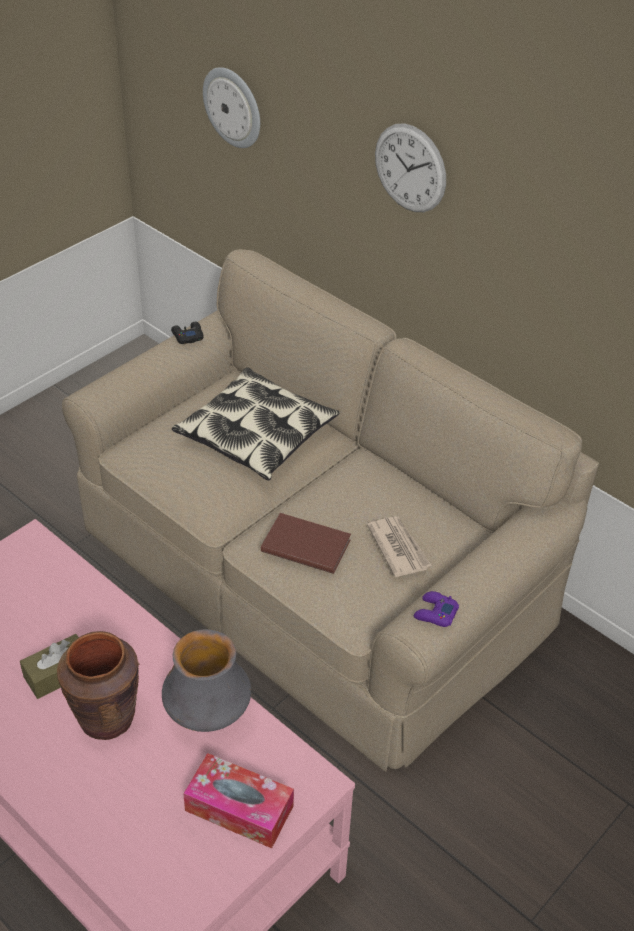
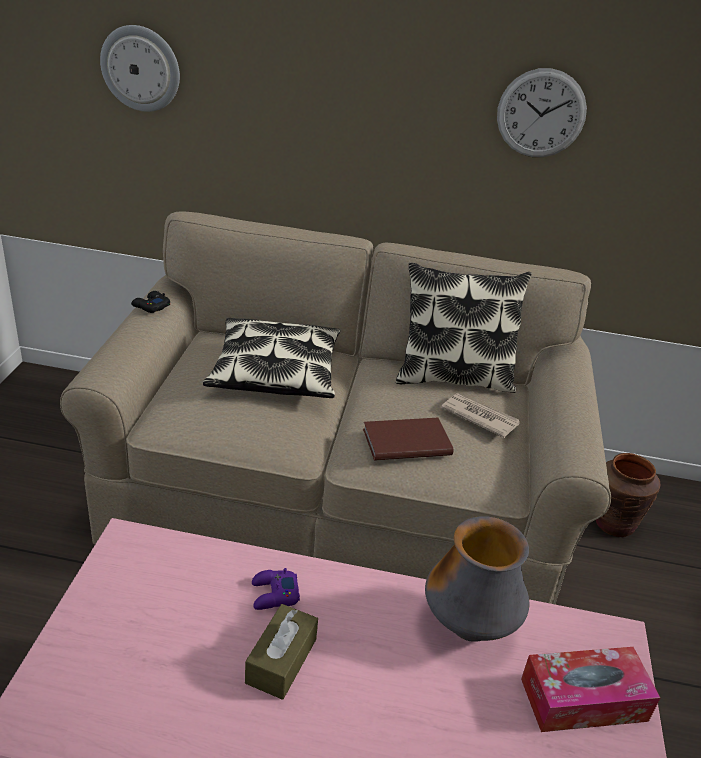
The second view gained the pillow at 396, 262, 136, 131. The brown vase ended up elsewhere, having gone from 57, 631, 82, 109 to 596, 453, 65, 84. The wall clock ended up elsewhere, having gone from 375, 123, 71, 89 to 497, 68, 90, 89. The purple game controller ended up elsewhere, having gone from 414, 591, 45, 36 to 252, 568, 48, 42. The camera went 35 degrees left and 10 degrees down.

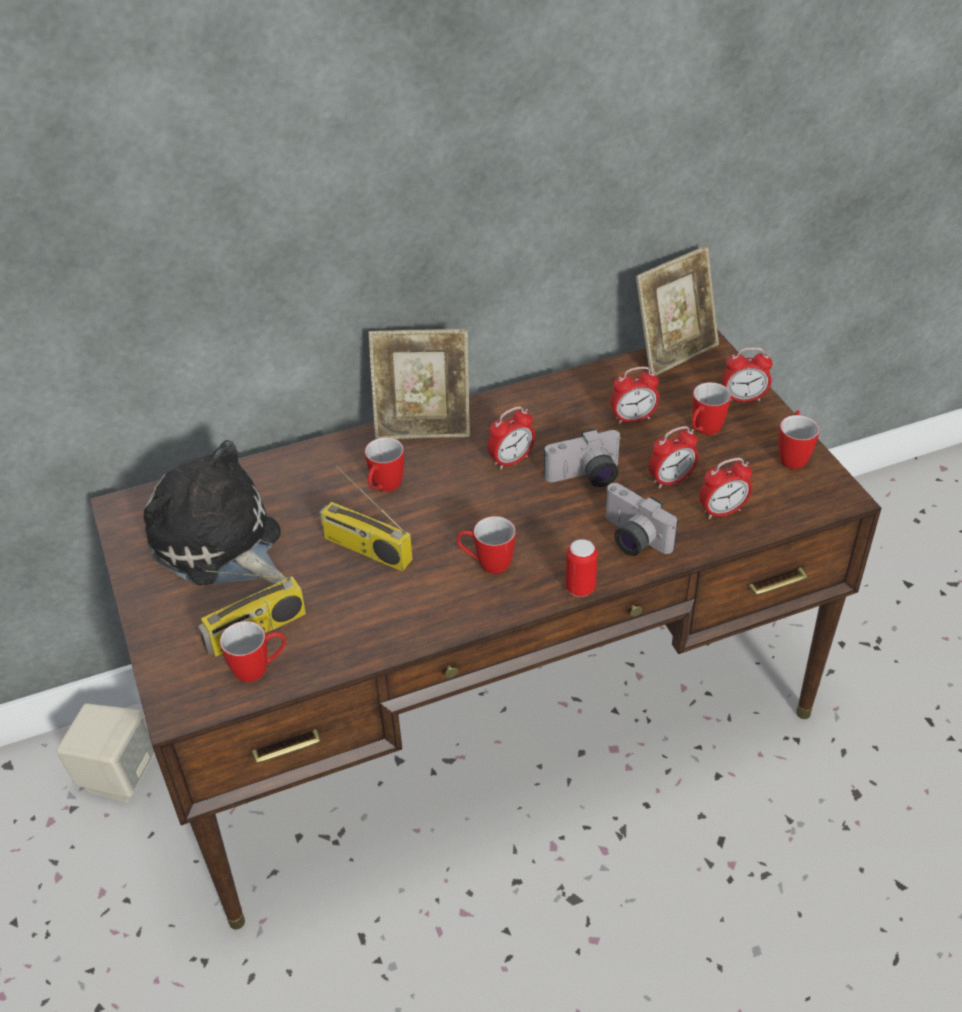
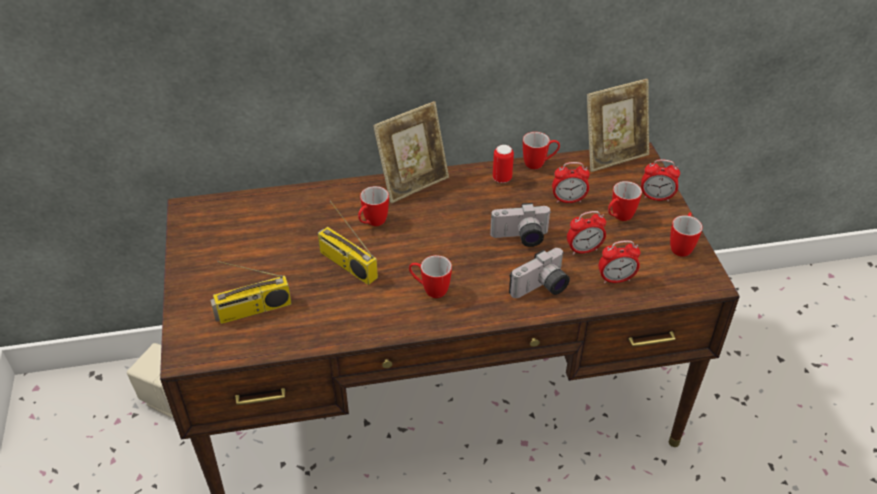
The second view lost the plush toy at 144, 440, 141, 146. The second view lost the alarm clock at 488, 406, 47, 64. The mug ended up elsewhere, having gone from 220, 621, 66, 61 to 523, 132, 37, 37. The can ended up elsewhere, having gone from 565, 539, 33, 58 to 493, 145, 21, 38. The picture frame at 369, 329, 101, 110 ended up facing another way, 45 degrees counterclockwise from before. The photo camera at 605, 483, 73, 73 ended up facing another way, 90 degrees counterclockwise from before. The camera went 10 degrees right and 0 degrees up.

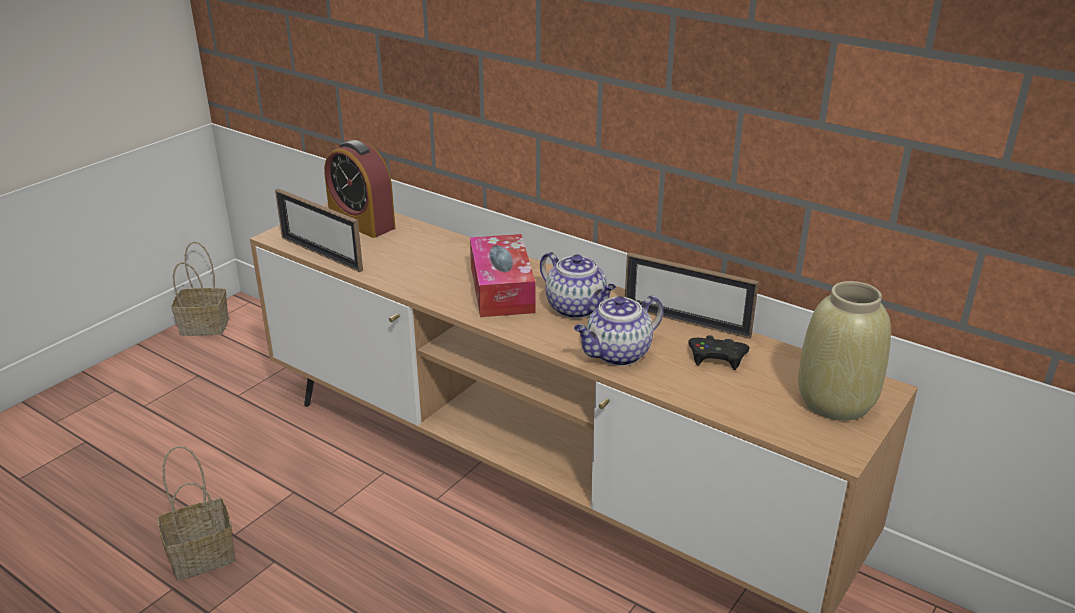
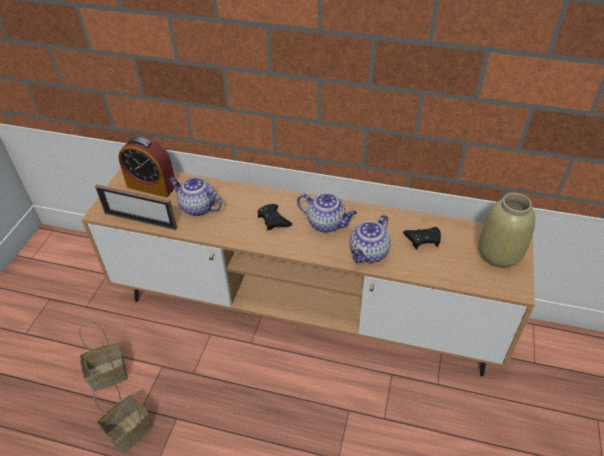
The second view lost the picture frame at 625, 253, 134, 86. The second view gained the teapot at 169, 177, 53, 39. The basket ended up elsewhere, having gone from 171, 242, 58, 94 to 79, 321, 49, 70. Where the tissue box stood at 470, 234, 66, 83, the black game controller came to stand at 257, 204, 35, 26. The camera went 20 degrees left and 15 degrees up.

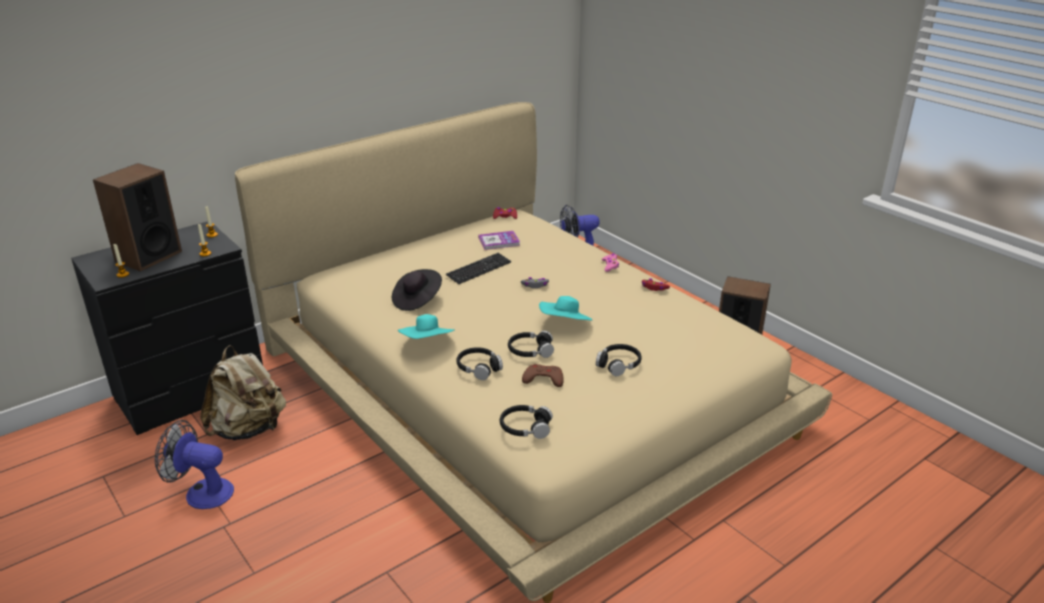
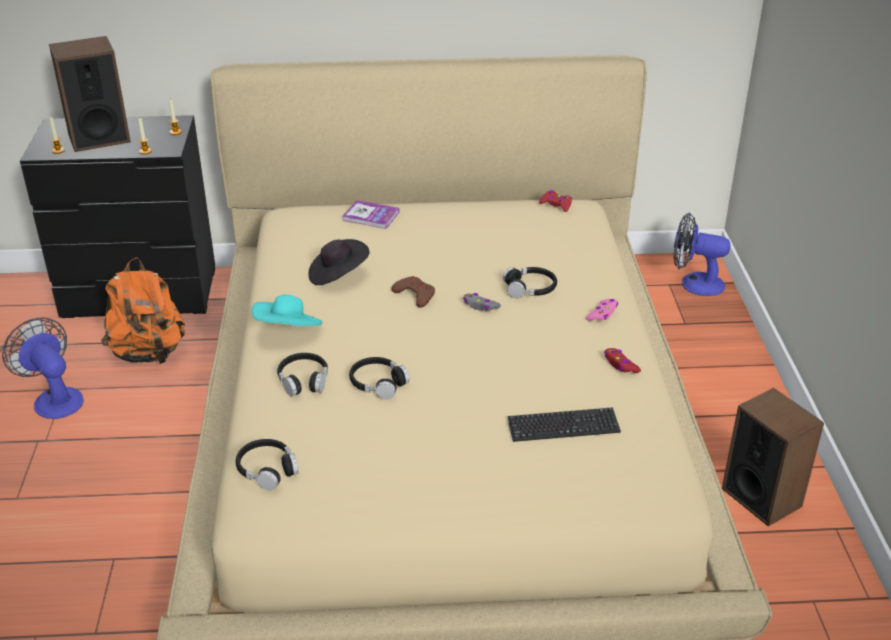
The second view lost the turquoise hat at 539, 296, 54, 25. The keyboard ended up elsewhere, having gone from 446, 253, 65, 31 to 507, 407, 114, 35. The book ended up elsewhere, having gone from 478, 231, 42, 19 to 342, 200, 58, 29. The brown game controller ended up elsewhere, having gone from 522, 364, 42, 23 to 391, 276, 44, 32. The black headphones ended up elsewhere, having gone from 596, 344, 46, 32 to 503, 267, 54, 31. What was the beige backpack at 200, 346, 86, 94 turned into the orange backpack at 101, 258, 84, 106. The camera went 35 degrees right and 5 degrees up.

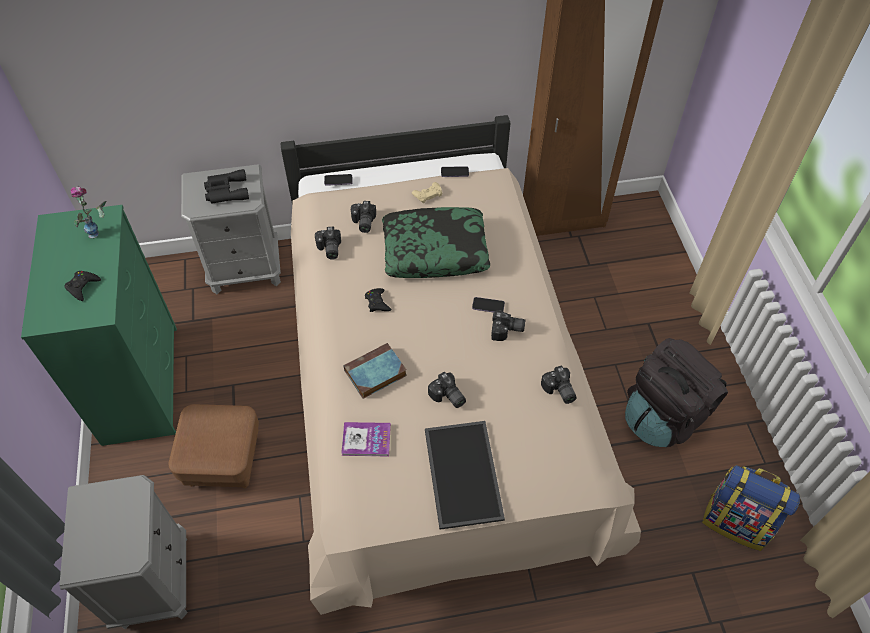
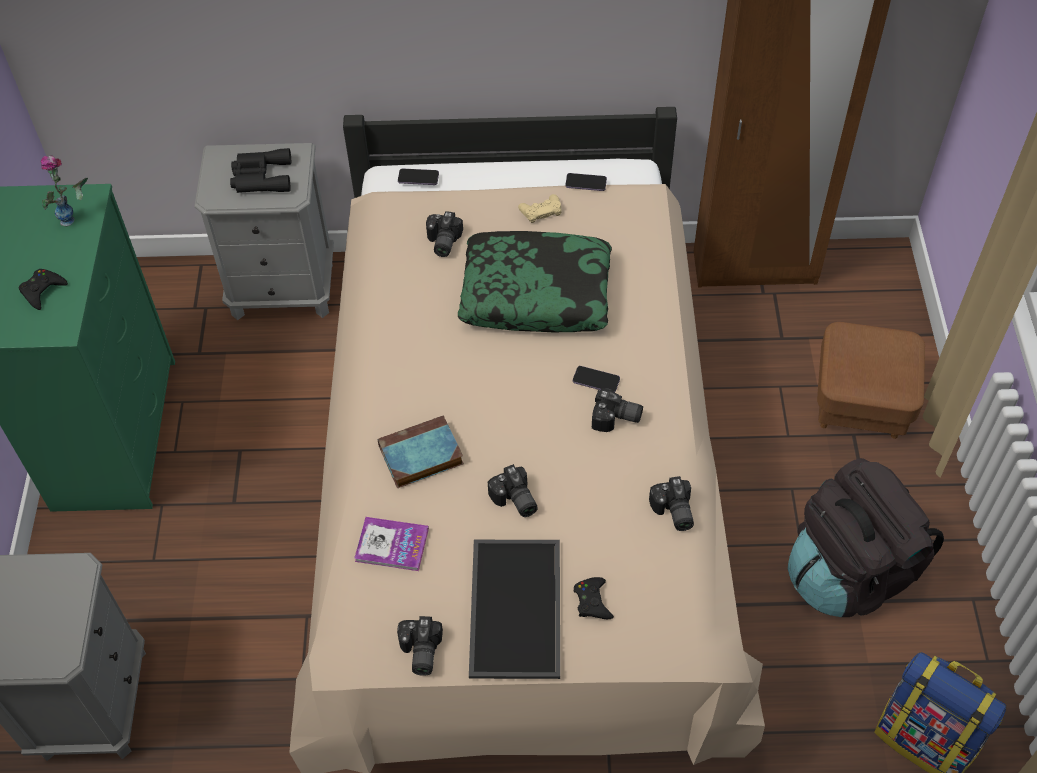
The brown ottoman ended up elsewhere, having gone from 169, 404, 90, 84 to 817, 322, 108, 117. The photo camera ended up elsewhere, having gone from 315, 227, 26, 33 to 397, 616, 46, 60. The black game controller ended up elsewhere, having gone from 365, 288, 27, 24 to 574, 577, 40, 42. The camera went 10 degrees right and 0 degrees up.

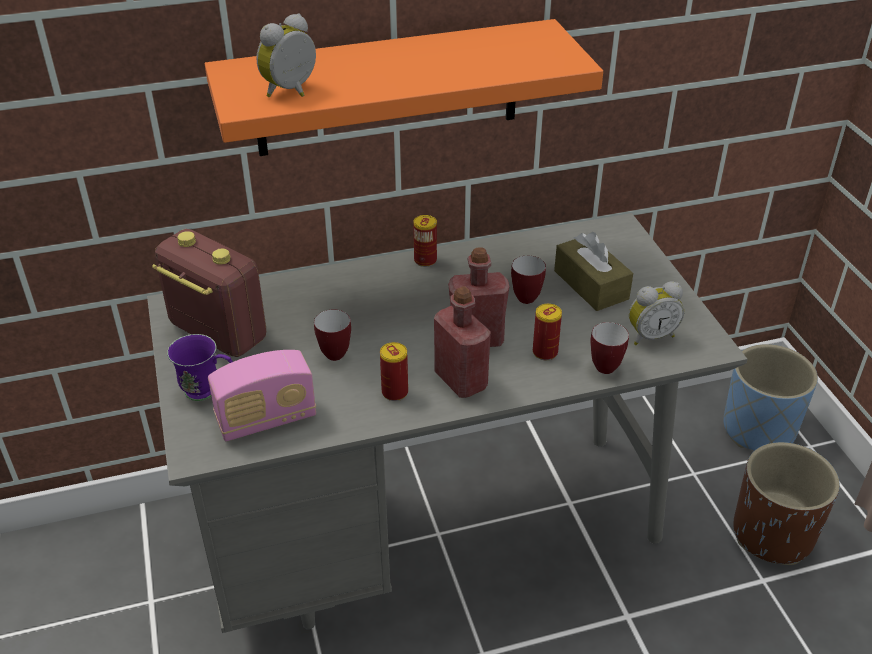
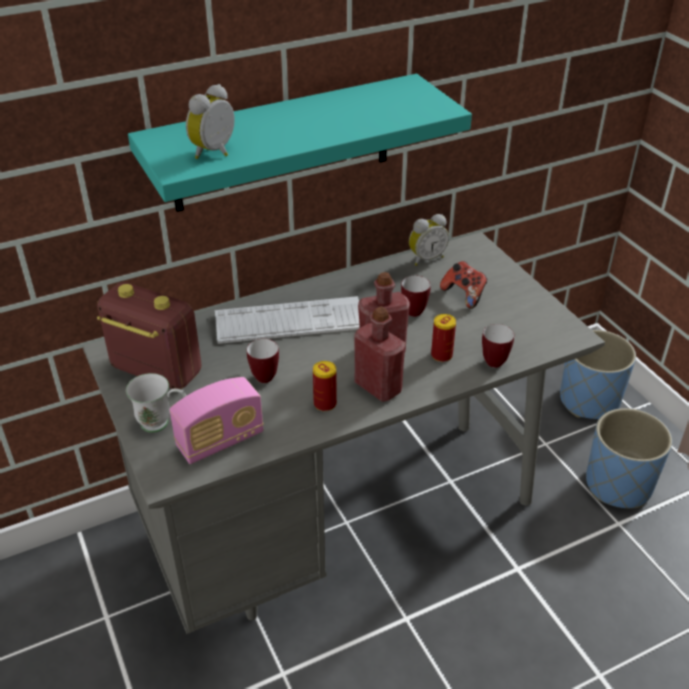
The second view lost the can at 413, 215, 24, 52. The second view gained the keyboard at 215, 296, 145, 48. The alarm clock ended up elsewhere, having gone from 629, 282, 55, 63 to 409, 214, 40, 52. Where the brown tissue box stood at 554, 232, 79, 79, the game controller came to stand at 440, 261, 48, 48. What was the purple mug at 167, 334, 66, 67 turned into the white mug at 126, 373, 60, 60. What was the orange shelf at 205, 19, 398, 137 turned into the turquoise shelf at 128, 74, 344, 138. What was the brown planter at 733, 442, 107, 123 turned into the blue planter at 586, 408, 86, 100. The camera went 10 degrees left and 0 degrees up.

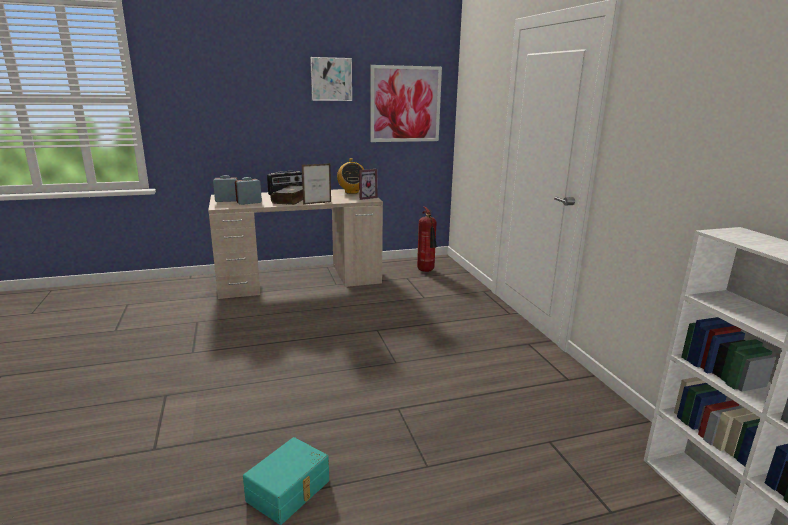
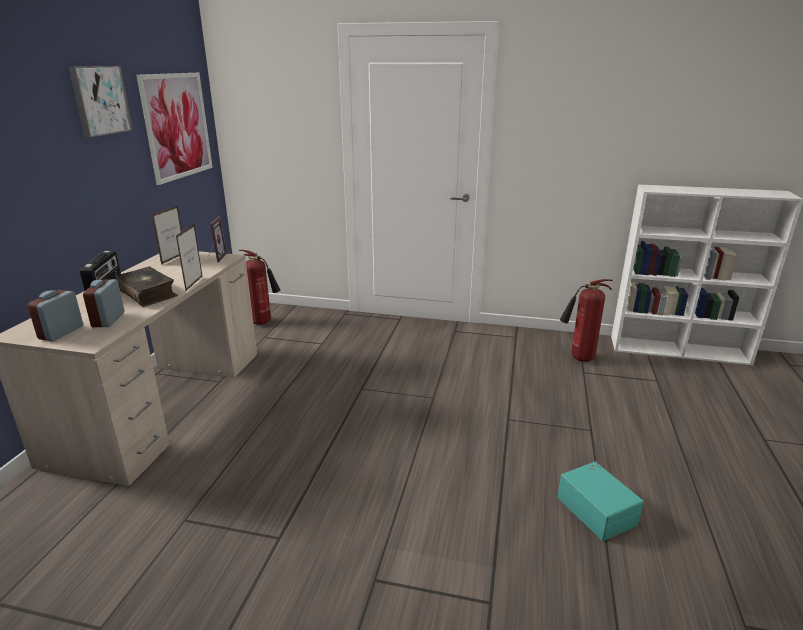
The second view gained the fire extinguisher at 560, 279, 53, 83. Where the radio stood at 337, 158, 27, 36, the picture frame came to stand at 152, 205, 30, 60. The camera went 60 degrees left and 5 degrees up.

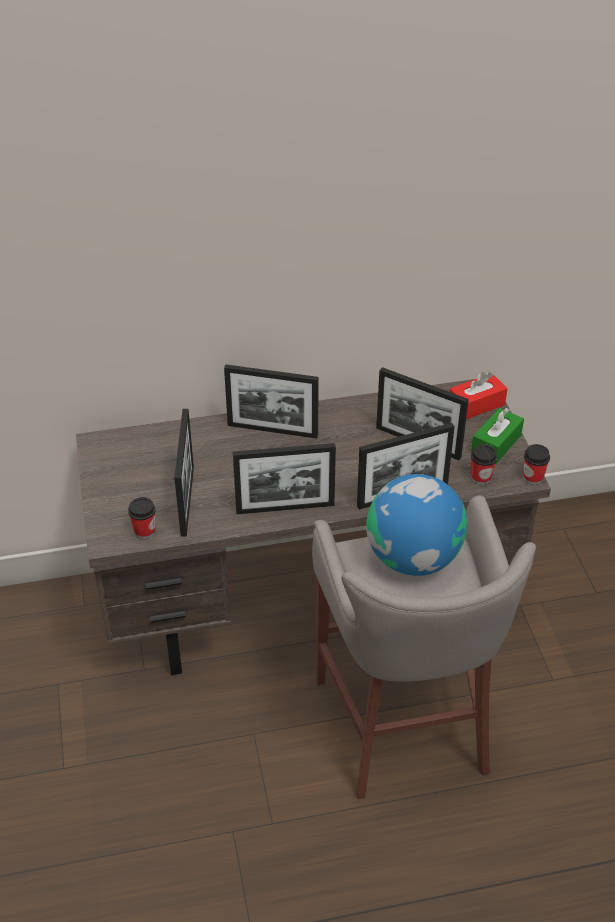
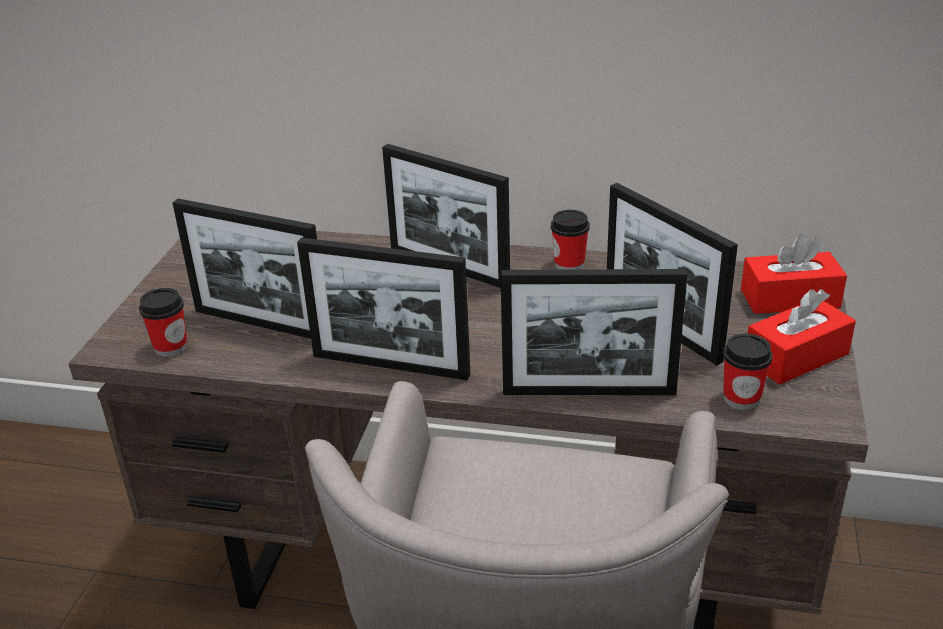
The second view lost the globe at 366, 474, 101, 102. The cup ended up elsewhere, having gone from 523, 444, 27, 41 to 551, 210, 39, 60. What was the green tissue box at 471, 408, 53, 56 turned into the red tissue box at 747, 289, 109, 96. The picture frame at 174, 409, 20, 128 ended up facing another way, 90 degrees clockwise from before. The camera went 25 degrees right and 10 degrees down.

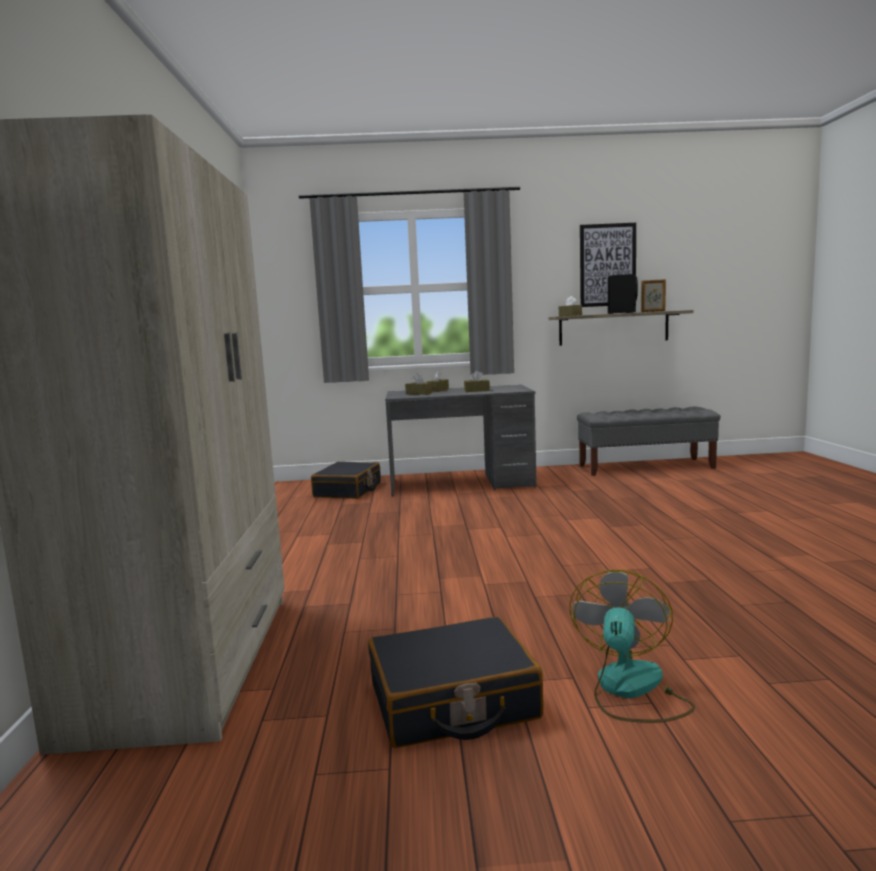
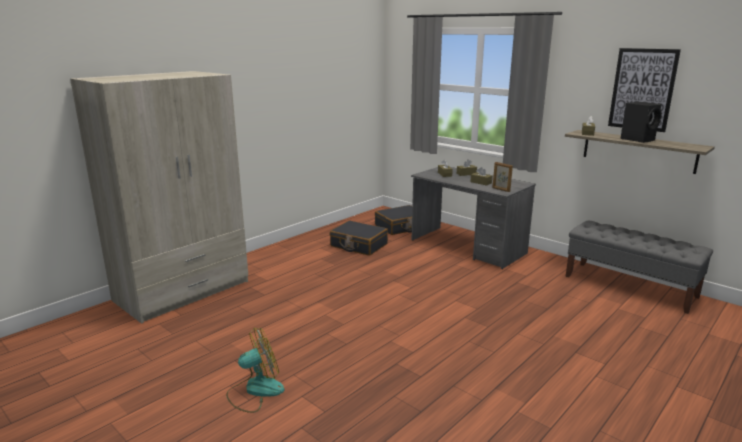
The black suitcase ended up elsewhere, having gone from 368, 617, 176, 131 to 330, 220, 58, 36. The picture frame ended up elsewhere, having gone from 641, 279, 25, 33 to 492, 162, 21, 30. The camera went 45 degrees right and 10 degrees up.

